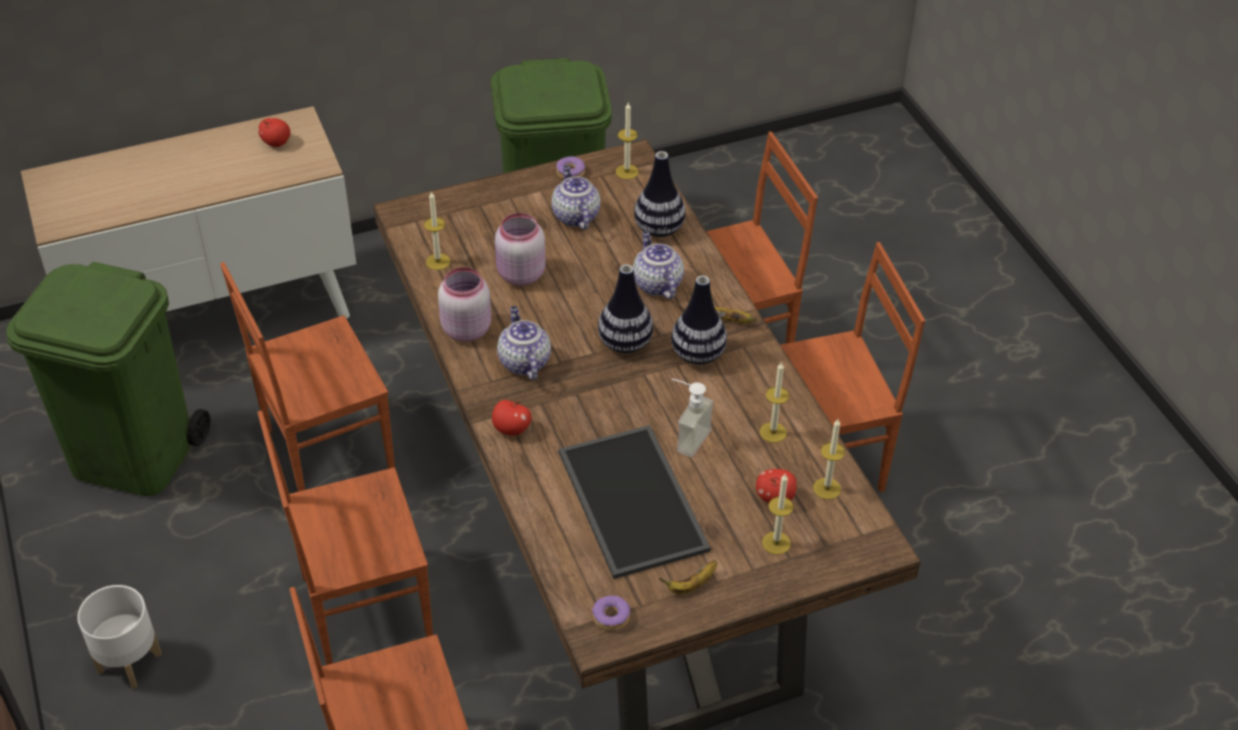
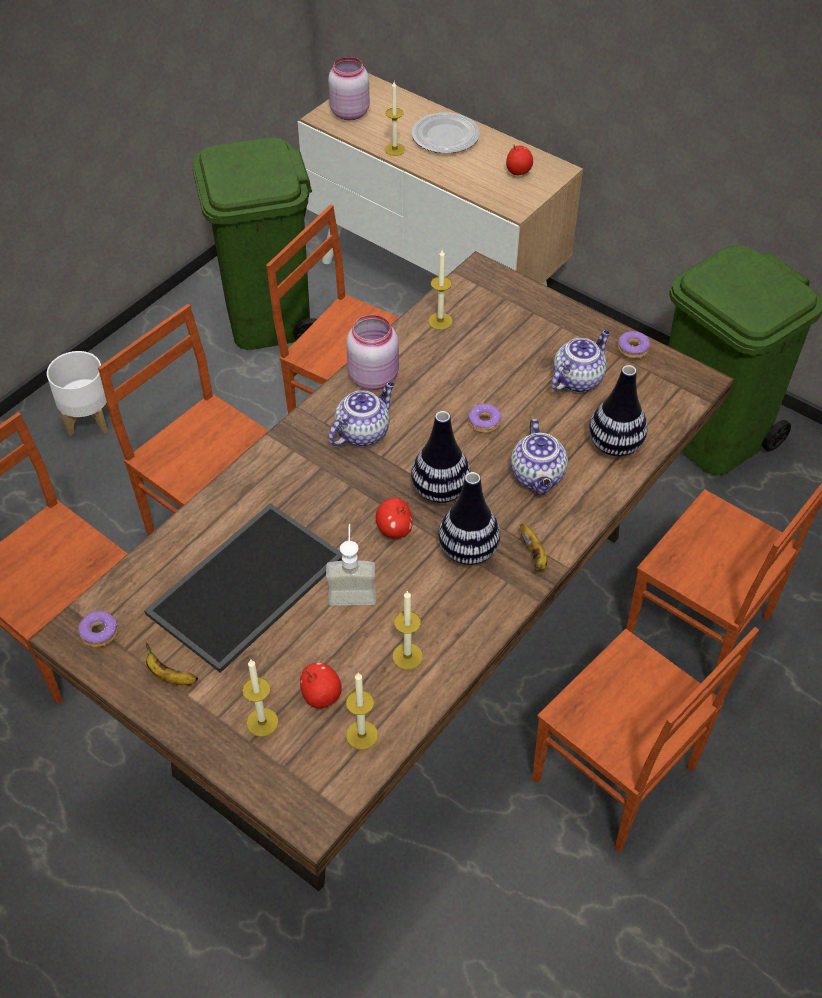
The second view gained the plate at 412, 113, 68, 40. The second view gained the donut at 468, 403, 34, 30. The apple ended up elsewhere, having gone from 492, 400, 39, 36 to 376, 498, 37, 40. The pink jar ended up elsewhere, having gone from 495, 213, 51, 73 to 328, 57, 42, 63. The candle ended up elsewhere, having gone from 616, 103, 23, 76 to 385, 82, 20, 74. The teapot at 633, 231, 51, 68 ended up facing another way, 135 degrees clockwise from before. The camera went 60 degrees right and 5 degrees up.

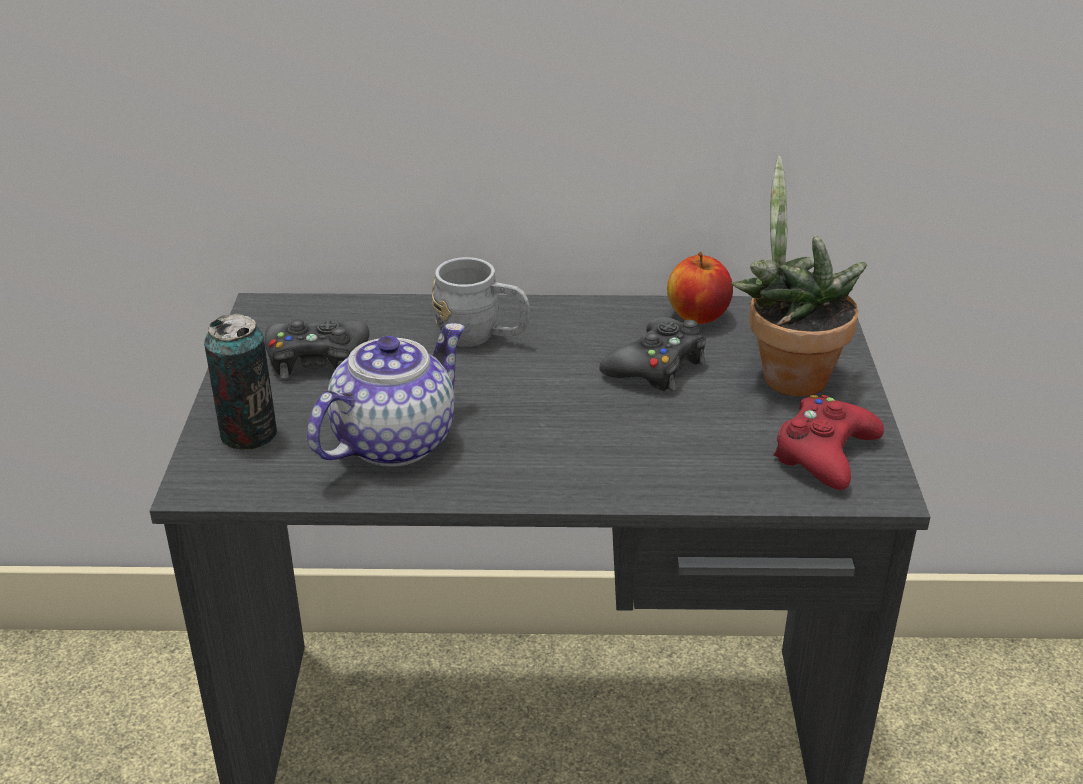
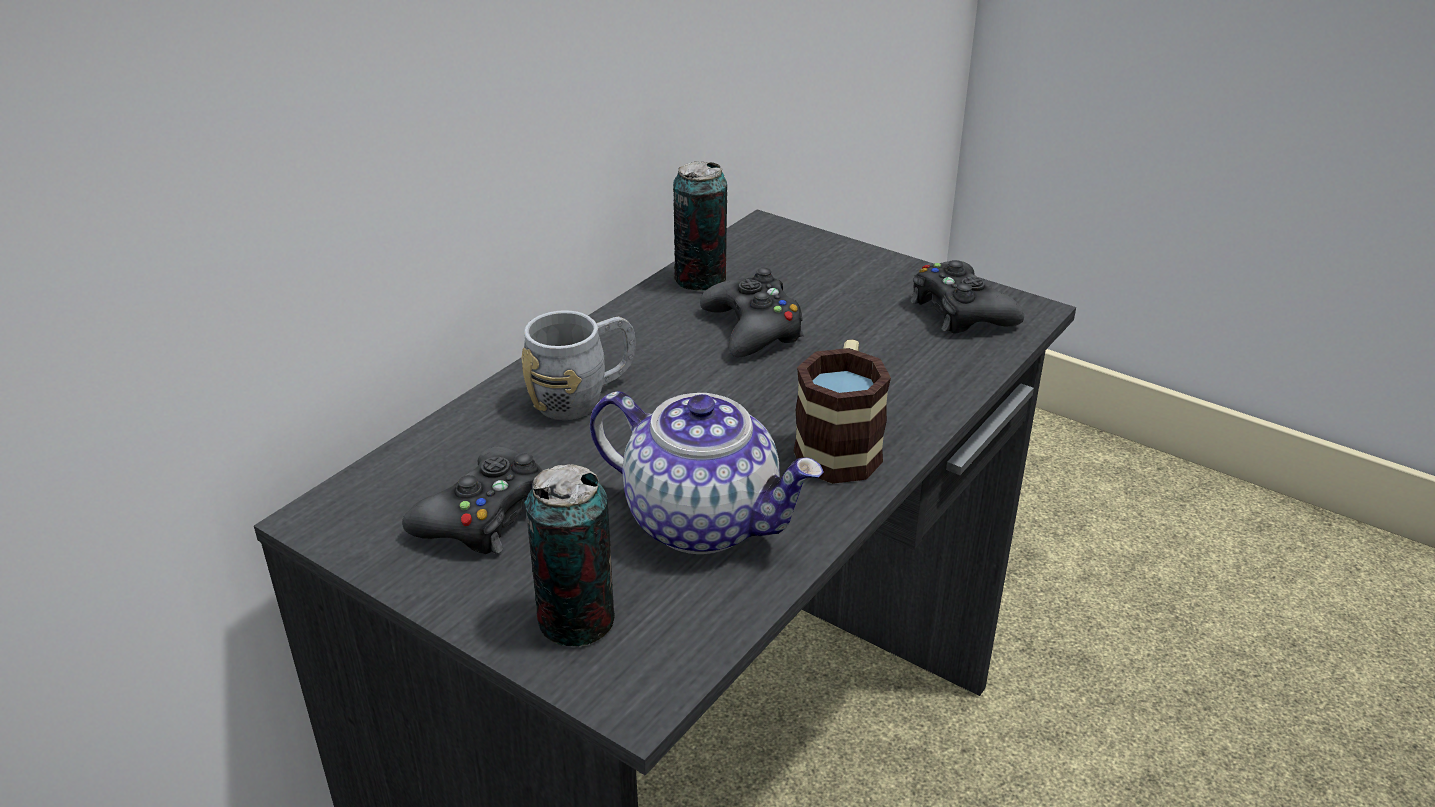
The second view lost the potted plant at 731, 156, 136, 241. The second view gained the mug at 794, 339, 97, 145. Where the apple stood at 667, 252, 66, 72, the can came to stand at 673, 161, 54, 130. What was the red game controller at 773, 395, 111, 95 turned into the black game controller at 910, 260, 114, 73. The teapot at 307, 323, 158, 144 ended up facing another way, 135 degrees clockwise from before. The camera went 55 degrees left and 0 degrees up.

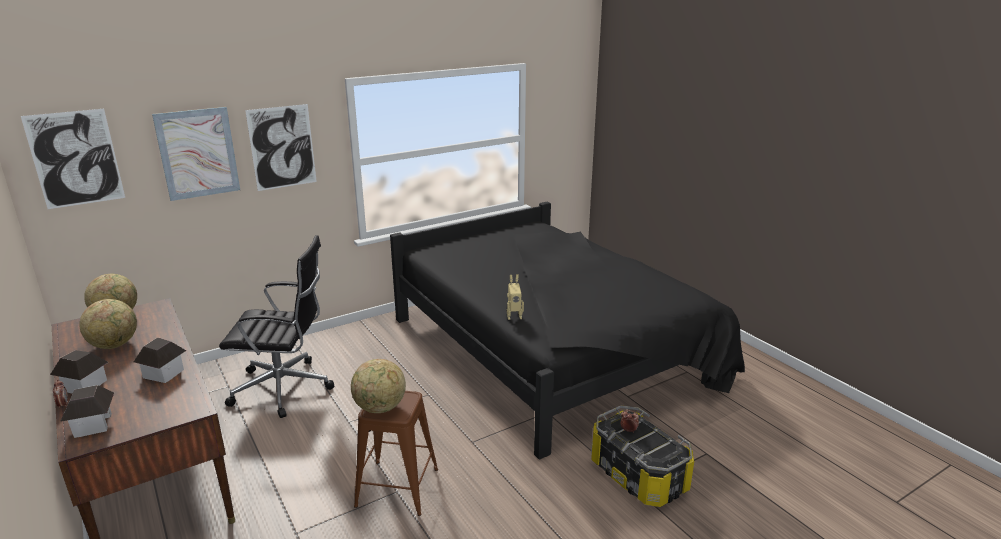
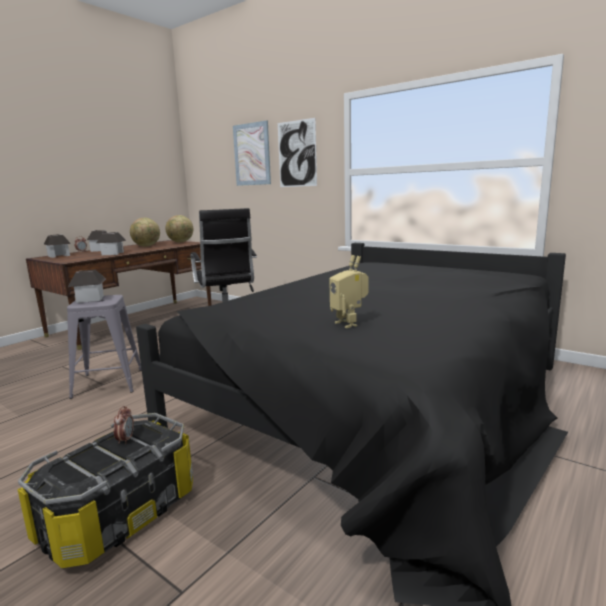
The second view lost the picture at 21, 109, 104, 100. The toy robot ended up elsewhere, having gone from 507, 275, 17, 45 to 329, 255, 40, 73. Where the globe stood at 351, 359, 55, 54, the toy house came to stand at 68, 270, 38, 33. What was the brown stool at 354, 391, 84, 125 turned into the grey stool at 67, 295, 75, 104. The camera went 70 degrees right and 10 degrees down.

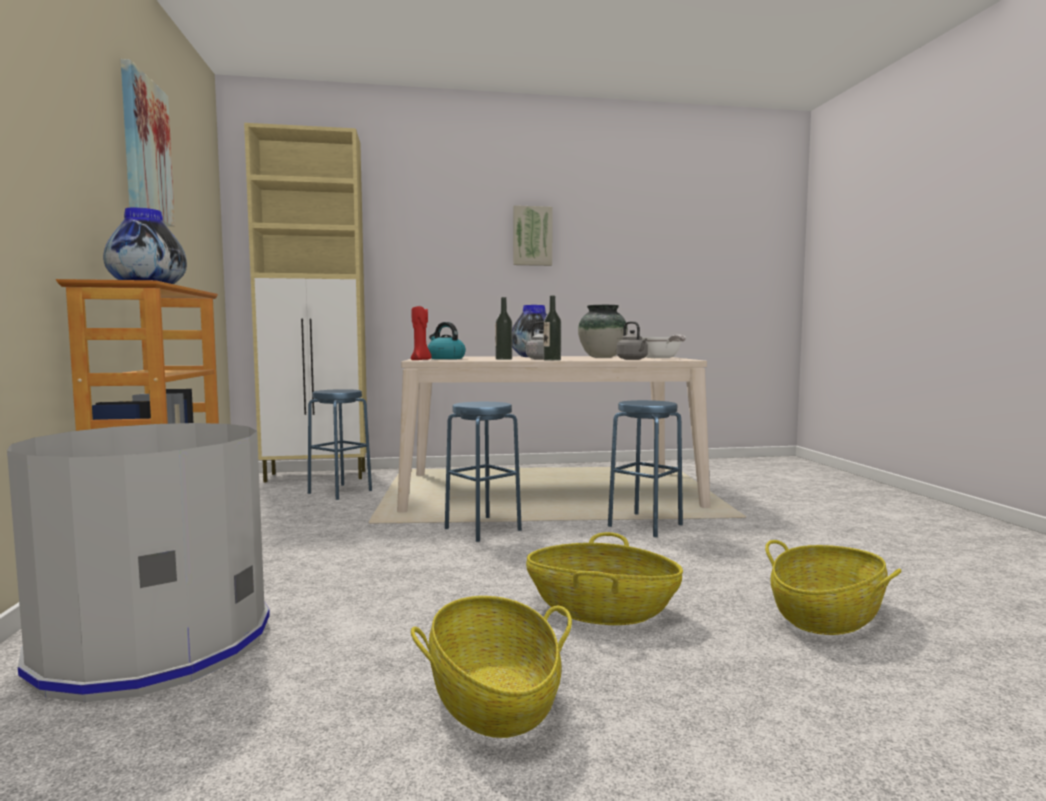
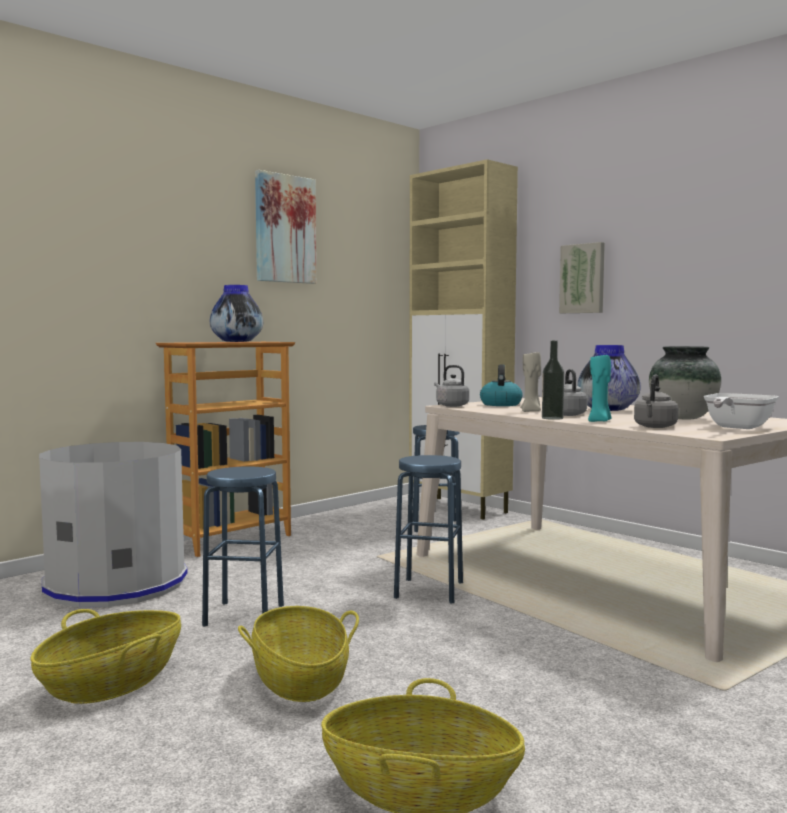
The second view gained the turquoise candle at 588, 355, 23, 67. The picture ended up elsewhere, having gone from 513, 205, 40, 61 to 559, 242, 46, 71. The blue stool ended up elsewhere, having gone from 608, 400, 75, 137 to 202, 466, 82, 161. Where the red candle stood at 411, 306, 21, 54, the grey kettle came to stand at 434, 365, 35, 42. Where the bottle stood at 495, 297, 17, 63, the beige candle came to stand at 520, 352, 21, 60. The camera went 55 degrees right and 0 degrees up.

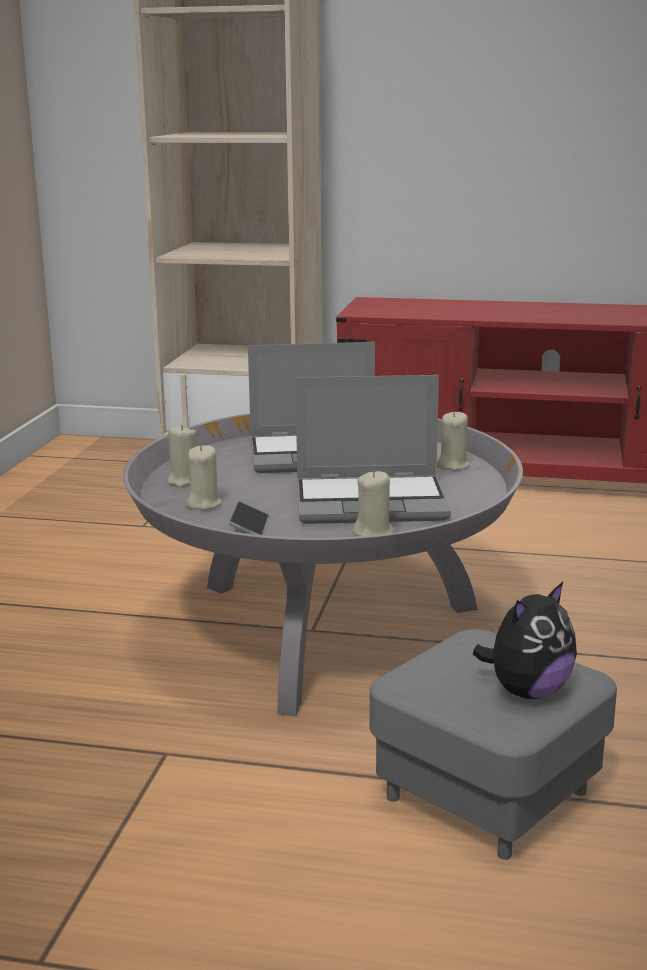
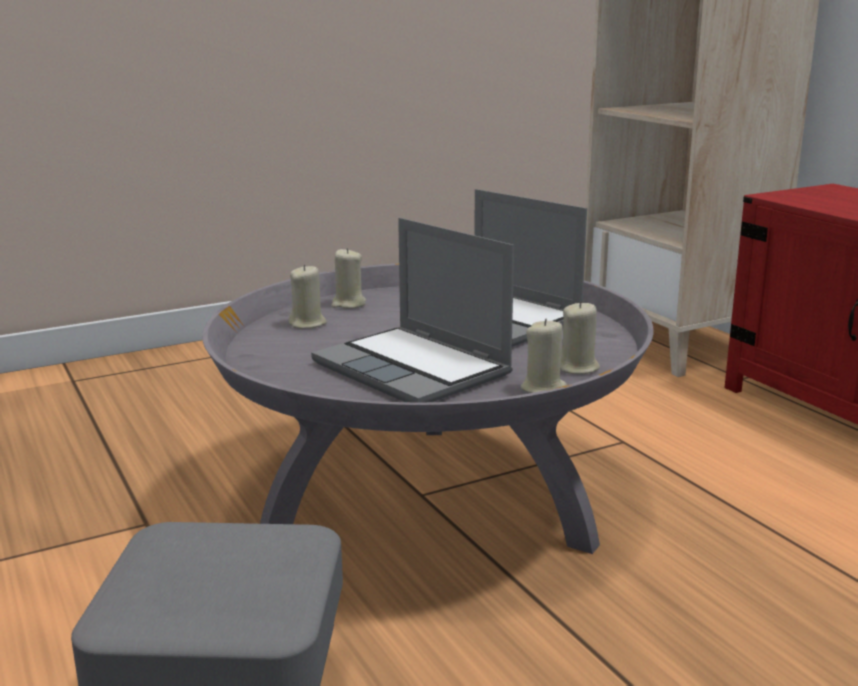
The second view lost the phone at 229, 500, 40, 35. The second view lost the plush toy at 473, 582, 104, 117. The beige candle ended up elsewhere, having gone from 353, 470, 41, 66 to 521, 319, 46, 74. The camera went 50 degrees right and 0 degrees up.

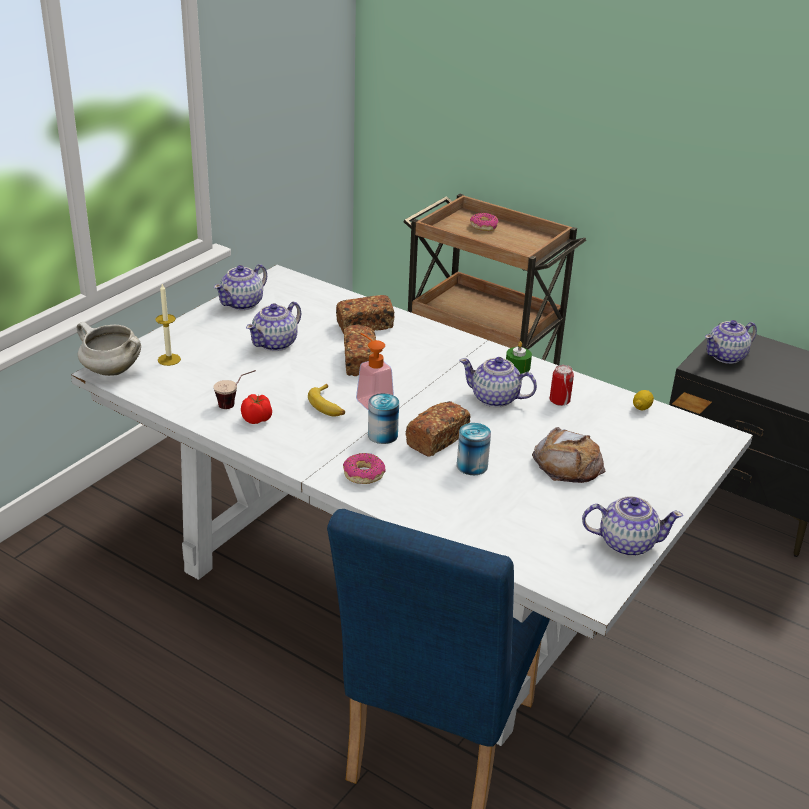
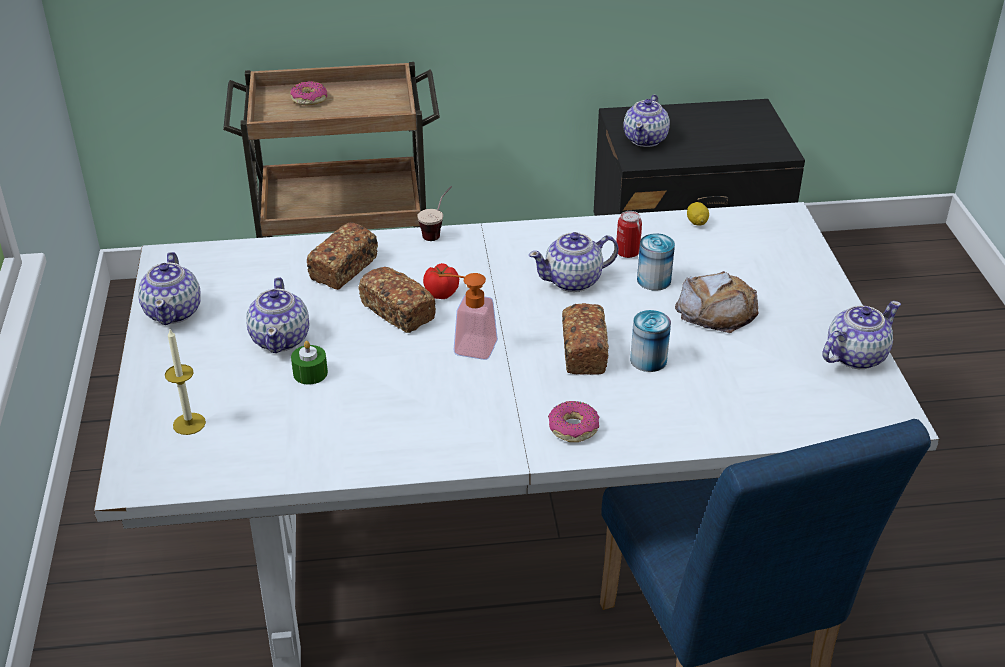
The second view lost the white cooking pot at 77, 322, 64, 54. The second view lost the banana at 308, 384, 37, 33. The cup ended up elsewhere, having gone from 214, 370, 42, 39 to 417, 186, 35, 55. The tomato ended up elsewhere, having gone from 241, 394, 31, 30 to 423, 263, 36, 36. The can ended up elsewhere, having gone from 368, 393, 31, 51 to 637, 233, 38, 58. The green candle ended up elsewhere, having gone from 506, 341, 26, 33 to 291, 341, 37, 44. The camera went 40 degrees left and 5 degrees up.

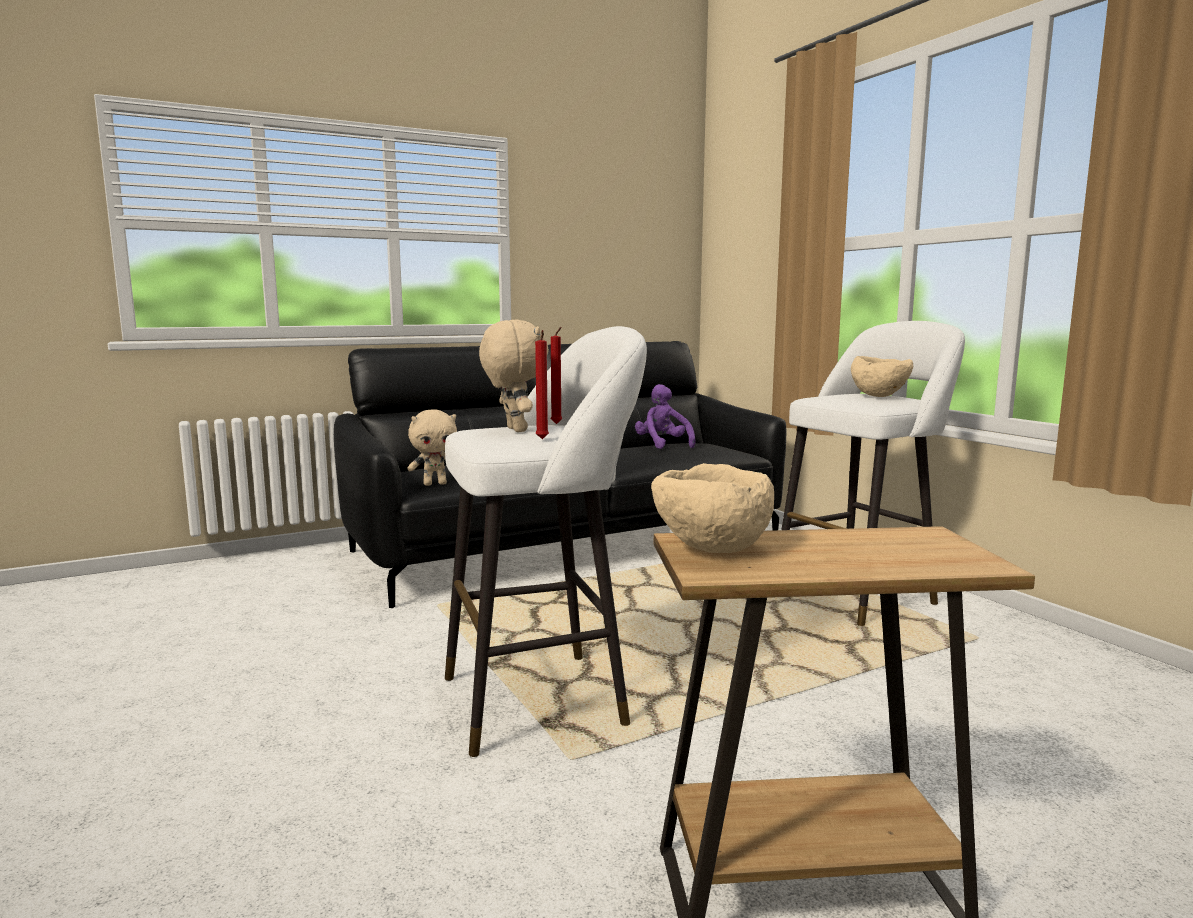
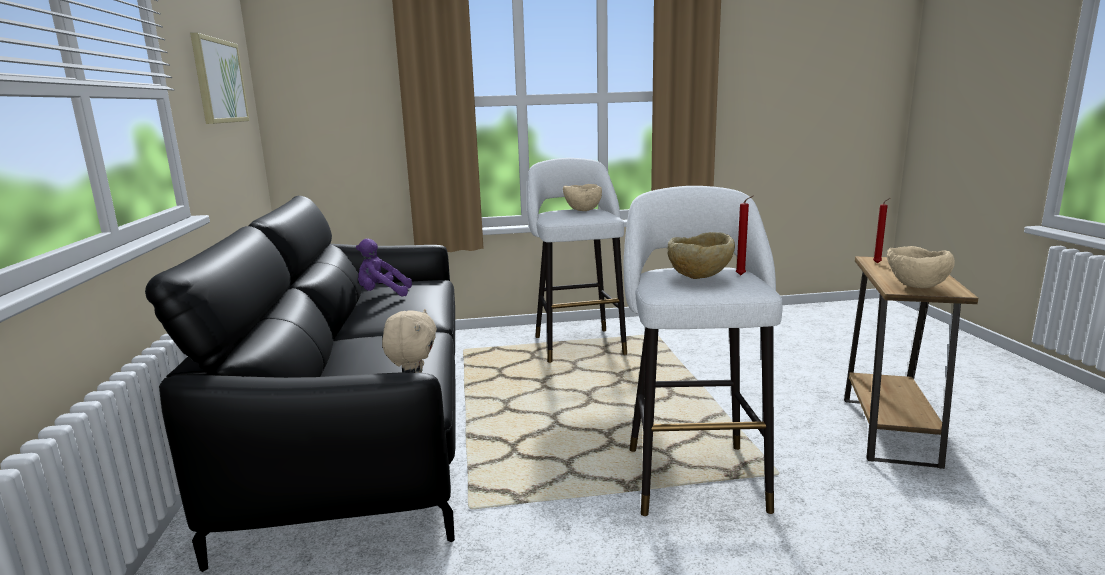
The second view gained the picture at 190, 33, 60, 91. The red candle ended up elsewhere, having gone from 551, 327, 11, 97 to 873, 198, 17, 65. Where the beige plush toy stood at 479, 320, 70, 112, the beige bowl came to stand at 667, 232, 68, 47. The camera went 70 degrees left and 5 degrees up.

